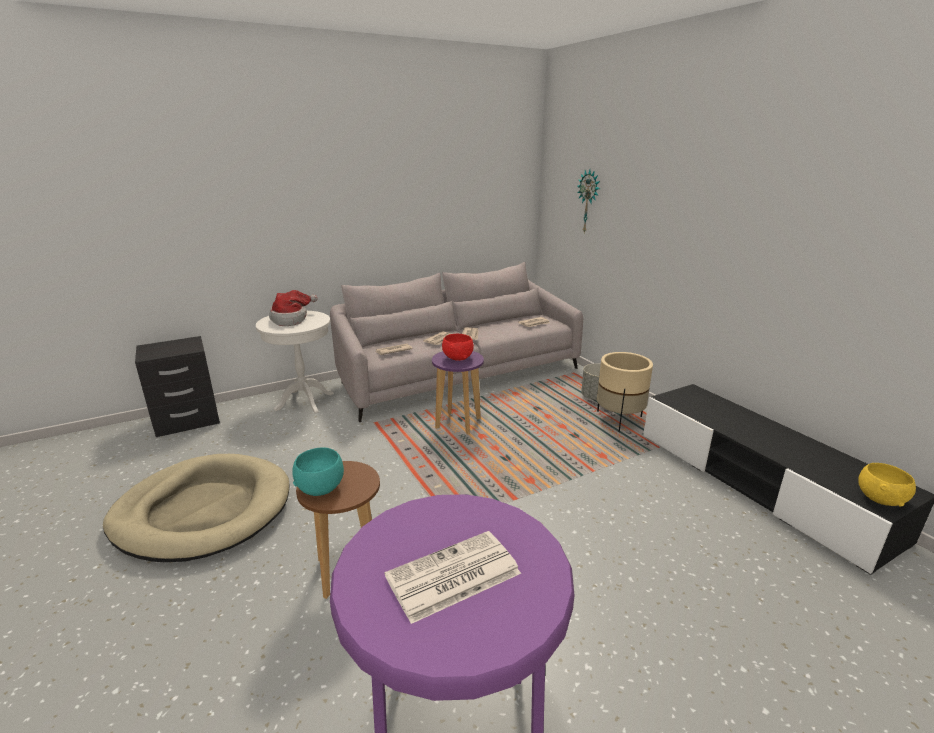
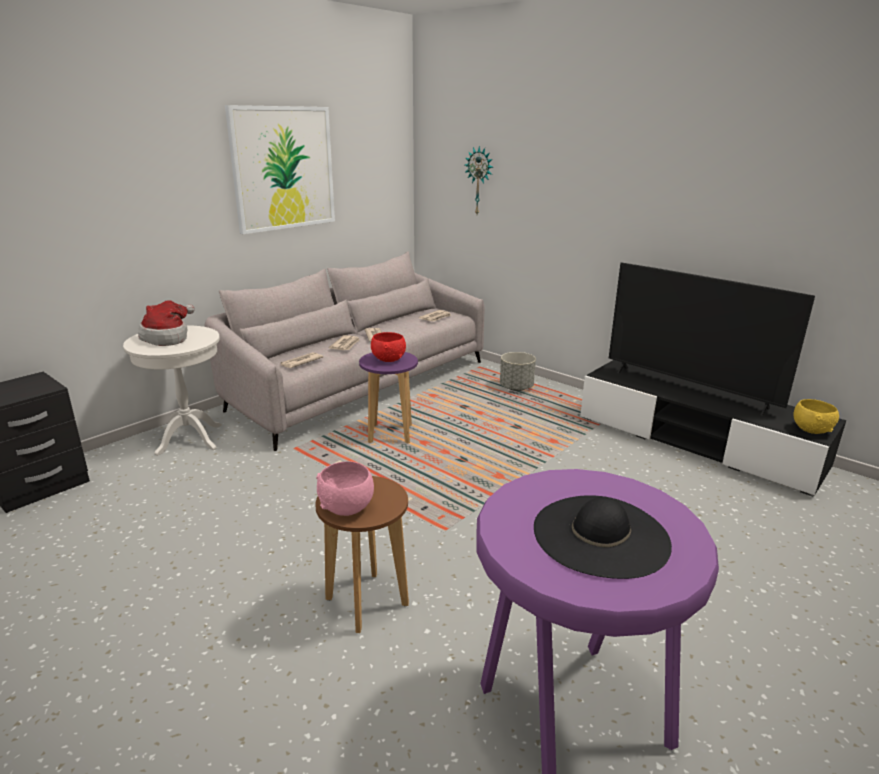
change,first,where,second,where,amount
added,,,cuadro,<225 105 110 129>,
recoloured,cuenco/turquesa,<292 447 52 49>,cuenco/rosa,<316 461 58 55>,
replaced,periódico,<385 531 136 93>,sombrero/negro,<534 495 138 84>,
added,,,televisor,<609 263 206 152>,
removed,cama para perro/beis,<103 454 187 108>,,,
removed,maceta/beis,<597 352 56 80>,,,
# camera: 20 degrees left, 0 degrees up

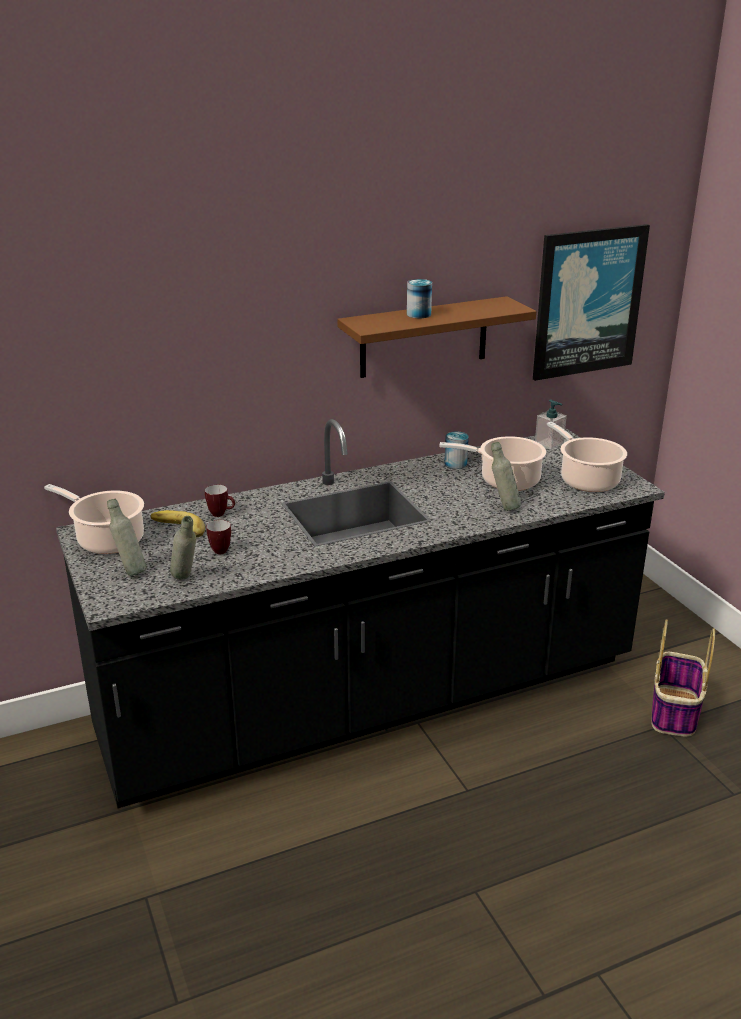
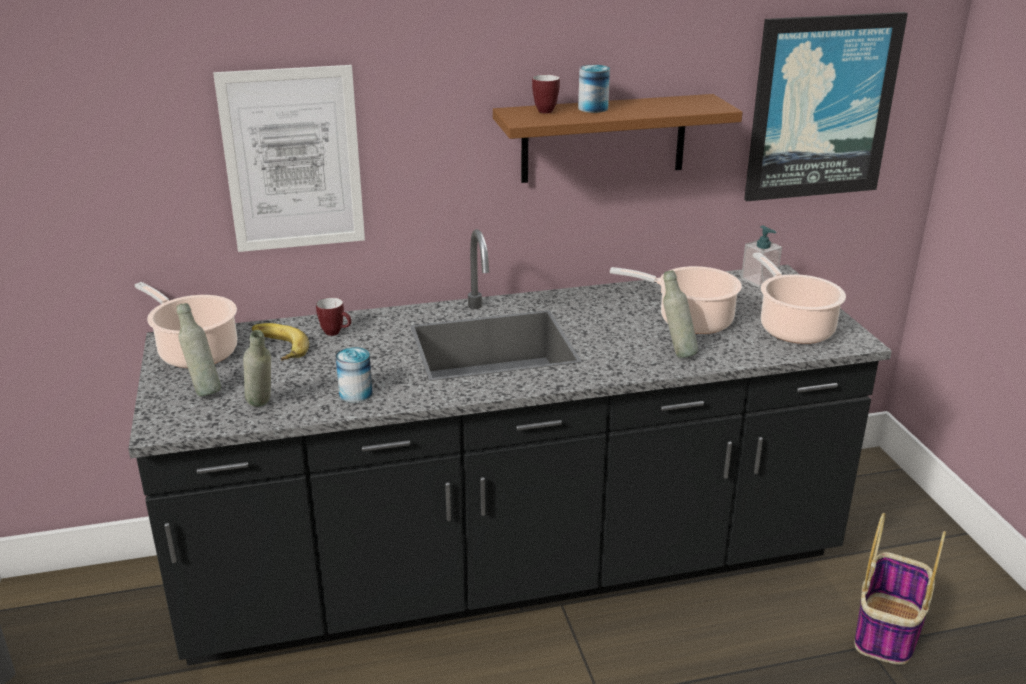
change,first,where,second,where,amount
added,,,cuadro,<213 65 152 187>,
moved,lata,<444 431 25 38>,,<336 347 37 56>,
moved,taza grande,<206 520 25 34>,,<532 75 28 38>,
# camera: 10 degrees right, 0 degrees up

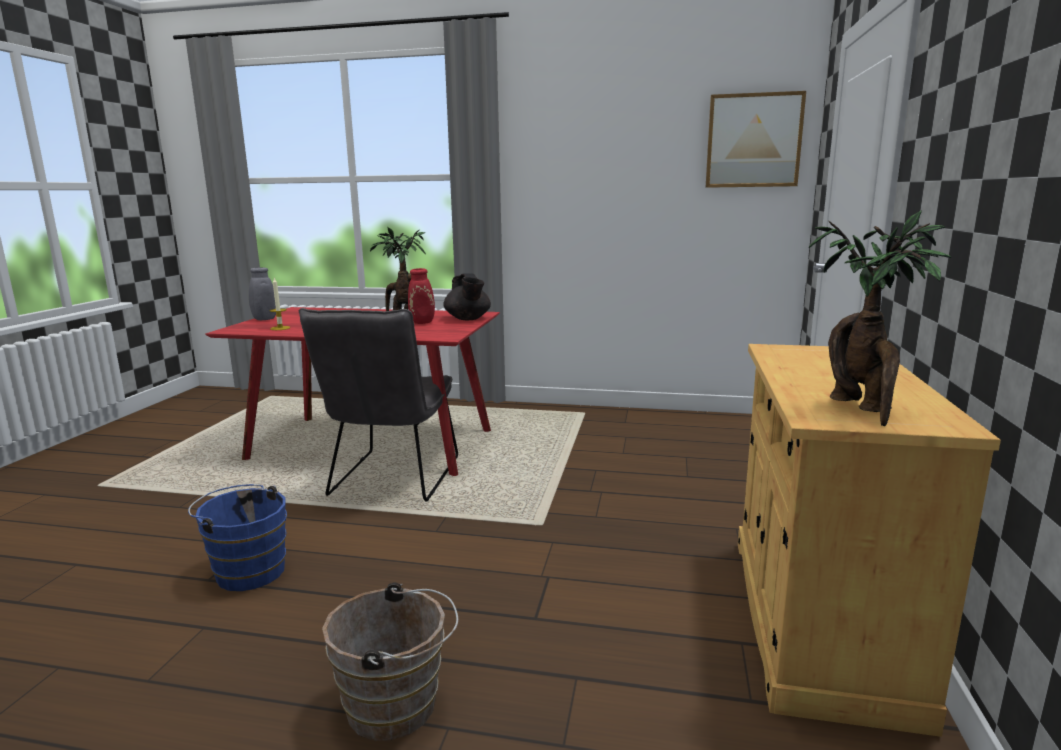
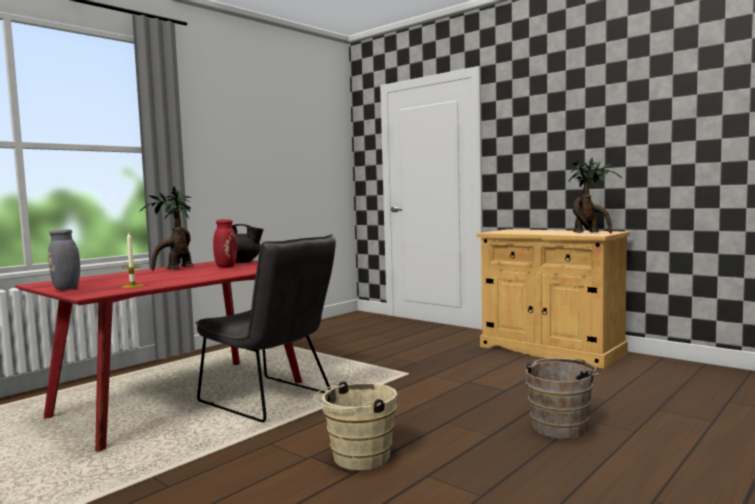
change,first,where,second,where,amount
recoloured,cubo/azul,<188 484 99 107>,cubo/beis,<313 381 84 89>,
removed,cuadro,<705 91 101 97>,,,
# camera: 60 degrees left, 10 degrees down

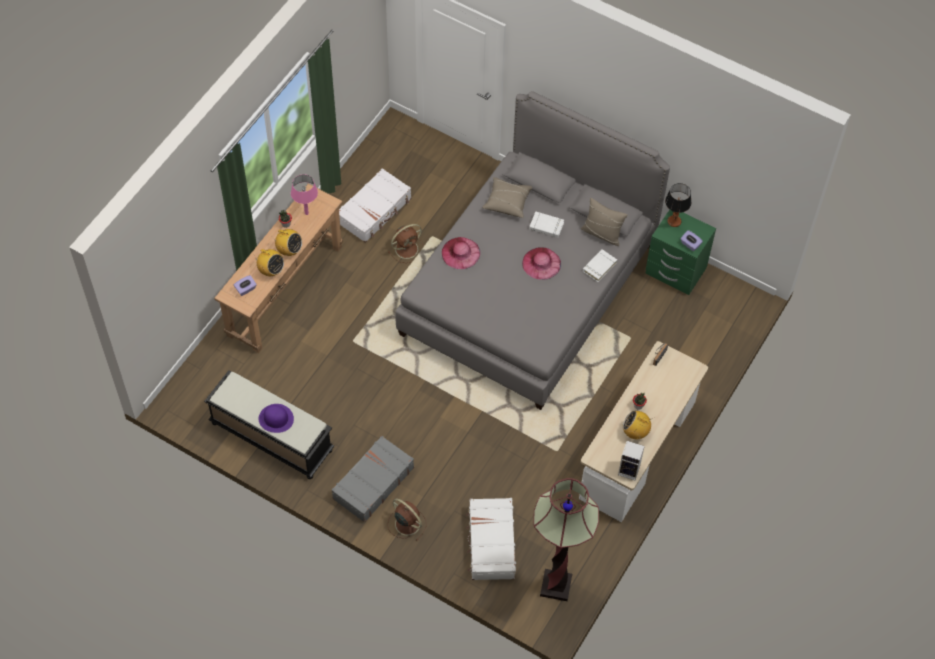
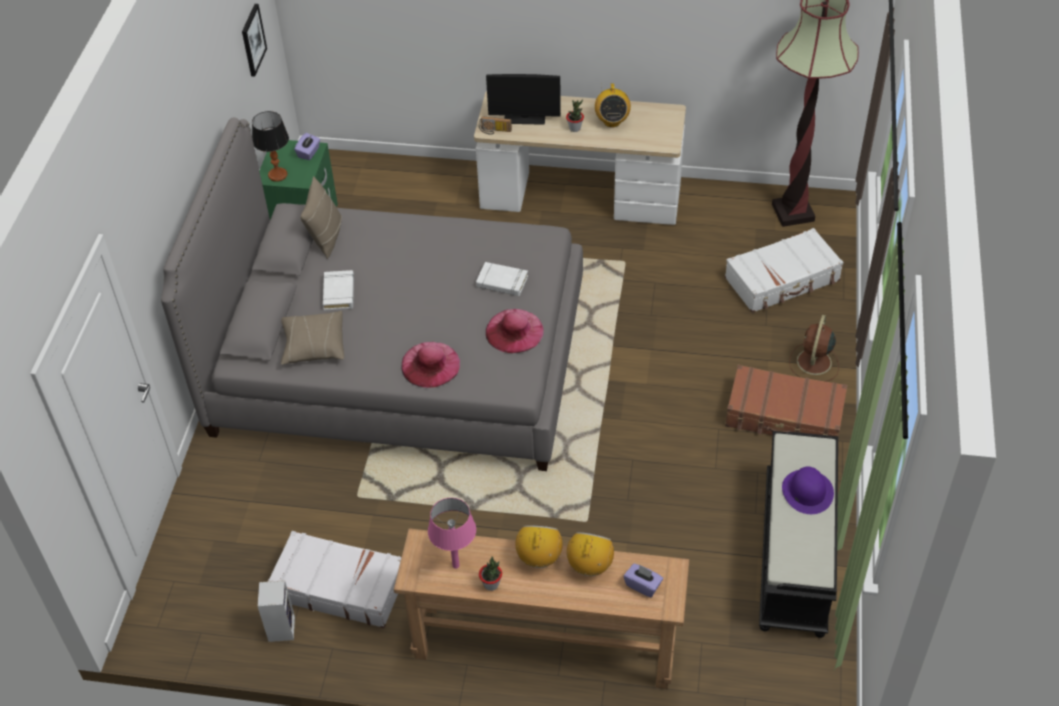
change,first,where,second,where,amount
added,,,cuadro,<242 4 25 73>,
moved,altavoz,<618 441 27 39>,,<258 580 37 62>,
moved,libro/blanco,<583 249 34 33>,,<476 262 52 34>,
added,,,monitor,<486 74 75 51>,
moved,sombrero/rosa,<522 247 39 33>,,<486 309 58 44>,
recoloured,maleta/gris,<332 436 82 86>,maleta/marrón,<725 365 122 71>,
removed,ventilador/marrón,<388 224 36 39>,,,
# camera: 110 degrees left, 10 degrees down

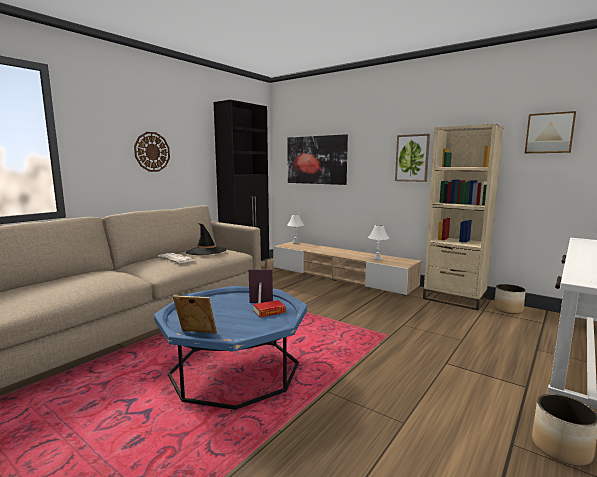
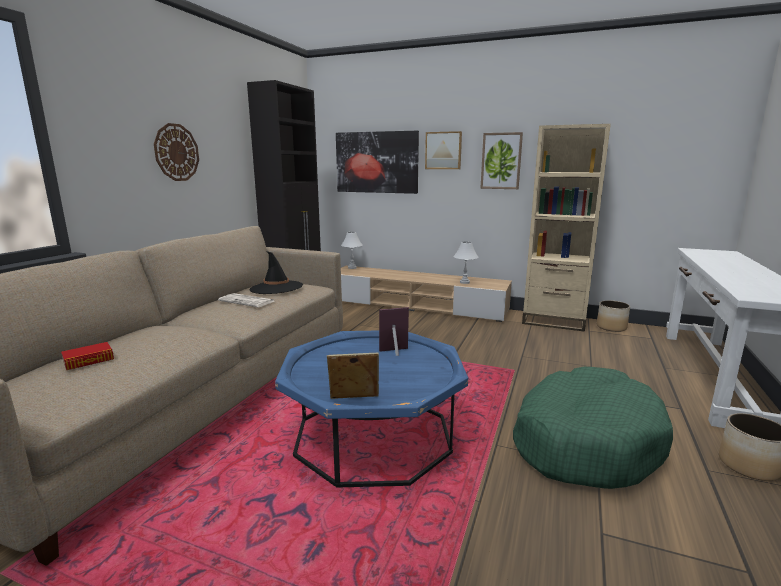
change,first,where,second,where,amount
moved,libro,<253 300 33 17>,,<61 342 53 28>,
moved,cuadro,<525 111 51 42>,,<425 131 37 38>,
added,,,cama para perro/verde,<513 367 160 122>,
# camera: 15 degrees left, 5 degrees up

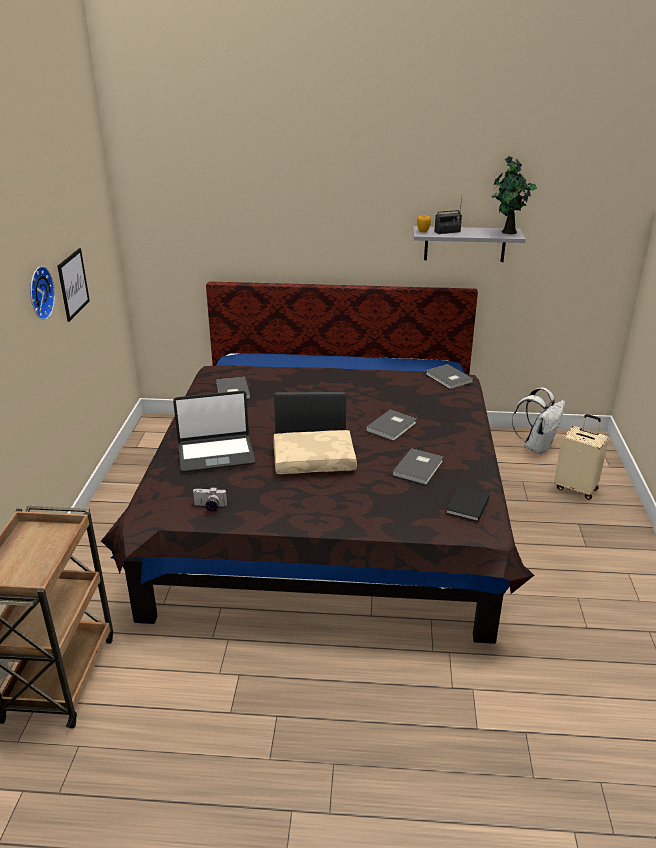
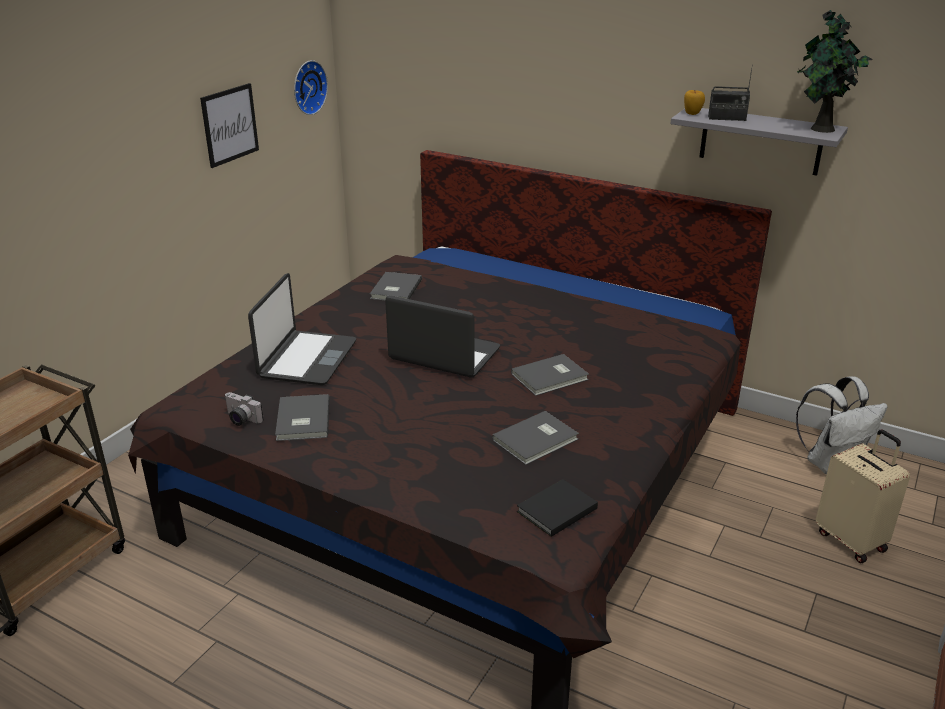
change,first,where,second,where,amount
turned,portátil,<173 391 82 81>,,<248 273 108 112>,90 degrees counterclockwise
moved,libro/gris,<426 364 47 25>,,<275 394 55 47>,
moved,reloj de pared,<30 266 25 54>,,<294 60 34 55>,
removed,cojín/beis,<273 430 84 44>,,,
# camera: 25 degrees right, 0 degrees up

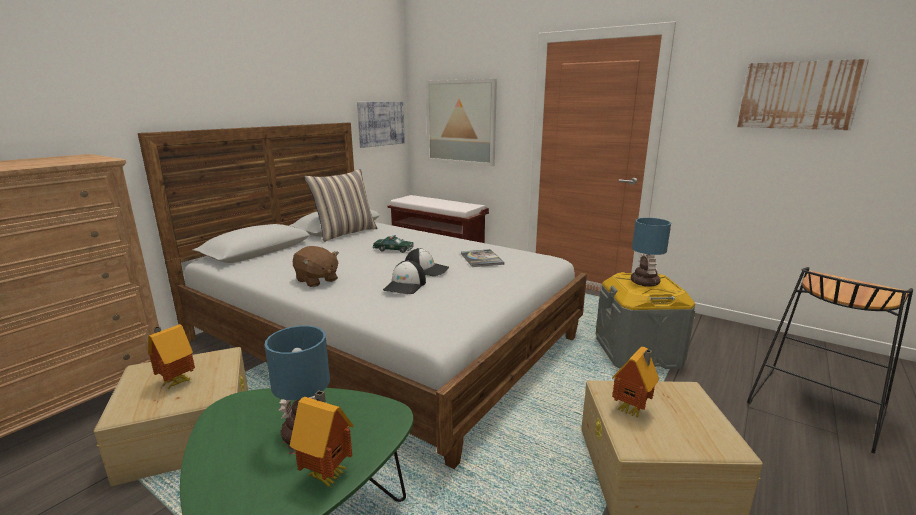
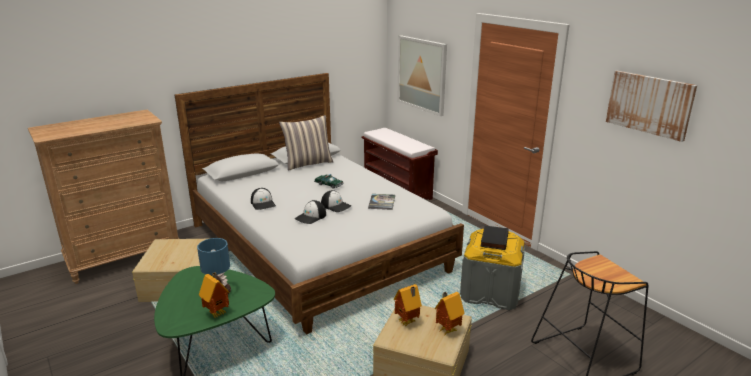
change,first,where,second,where,amount
replaced,peluche/marrón,<293 246 46 41>,gorra,<251 188 25 22>,
moved,casita,<148 324 47 66>,,<435 292 30 43>,
replaced,lámpara de mesa,<631 218 40 69>,libro/negro,<480 225 29 25>,
removed,cuadro,<357 102 48 46>,,,
# camera: 20 degrees right, 5 degrees up

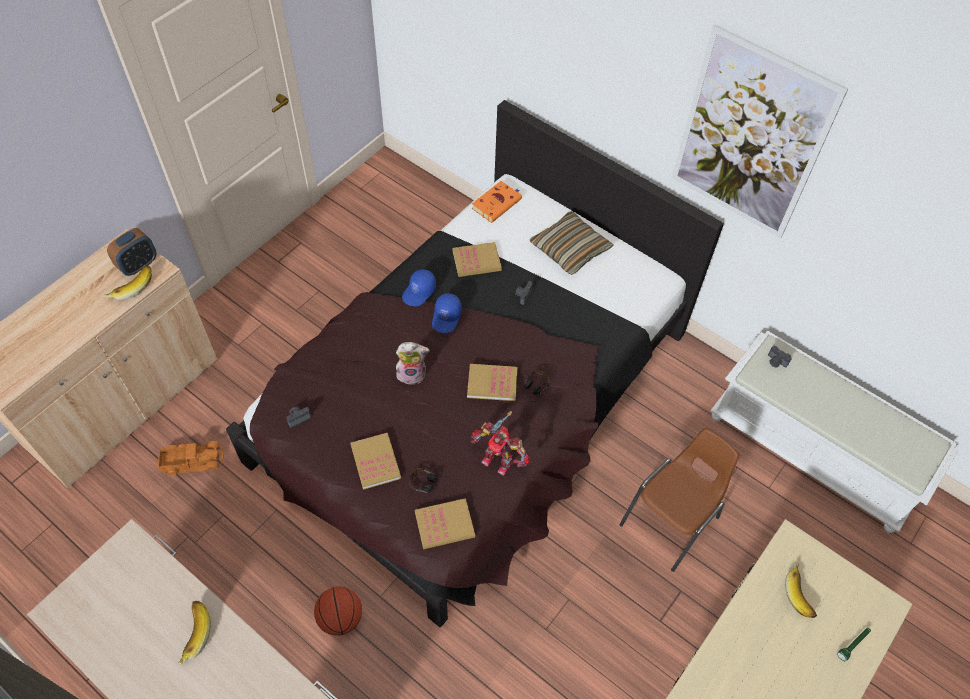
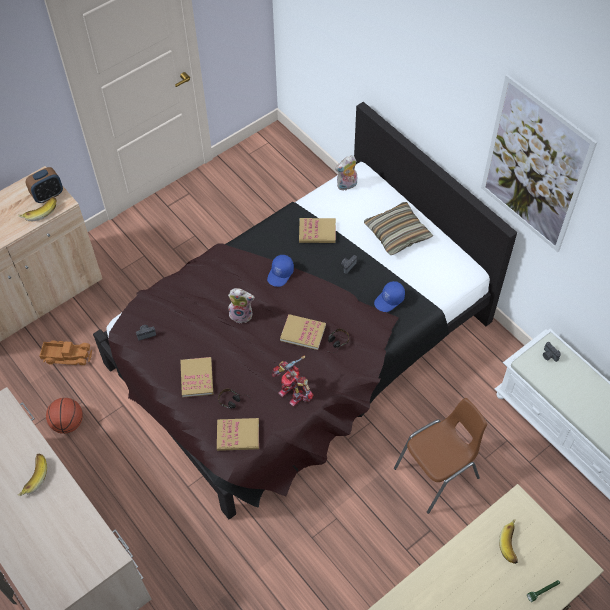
change,first,where,second,where,amount
moved,balón de baloncesto,<314 587 48 49>,,<46 398 37 36>,
replaced,libro/naranja,<472 181 50 42>,peluche,<335 155 22 36>,
moved,gorra/azul,<402 269 34 37>,,<374 281 31 31>,
# camera: 15 degrees right, 0 degrees up

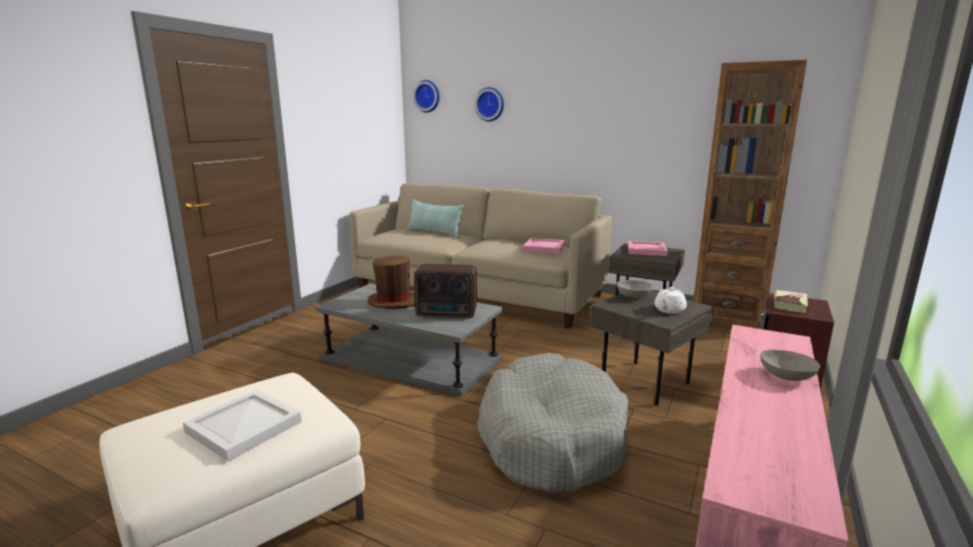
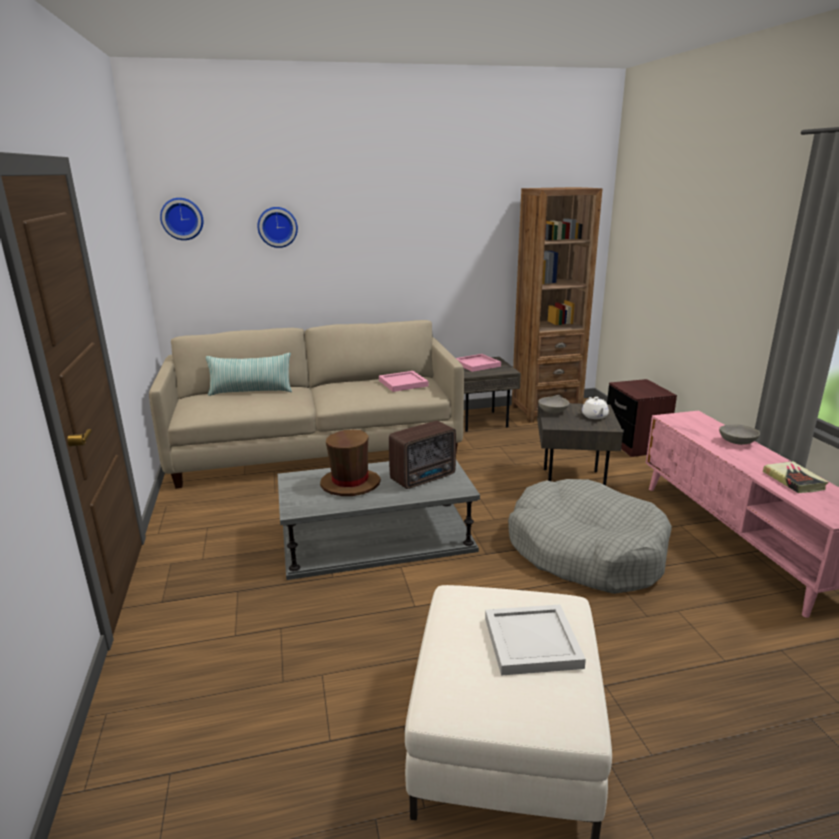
change,first,where,second,where,amount
moved,libro,<774 290 34 23>,,<763 461 65 32>,
# camera: 40 degrees left, 5 degrees up

